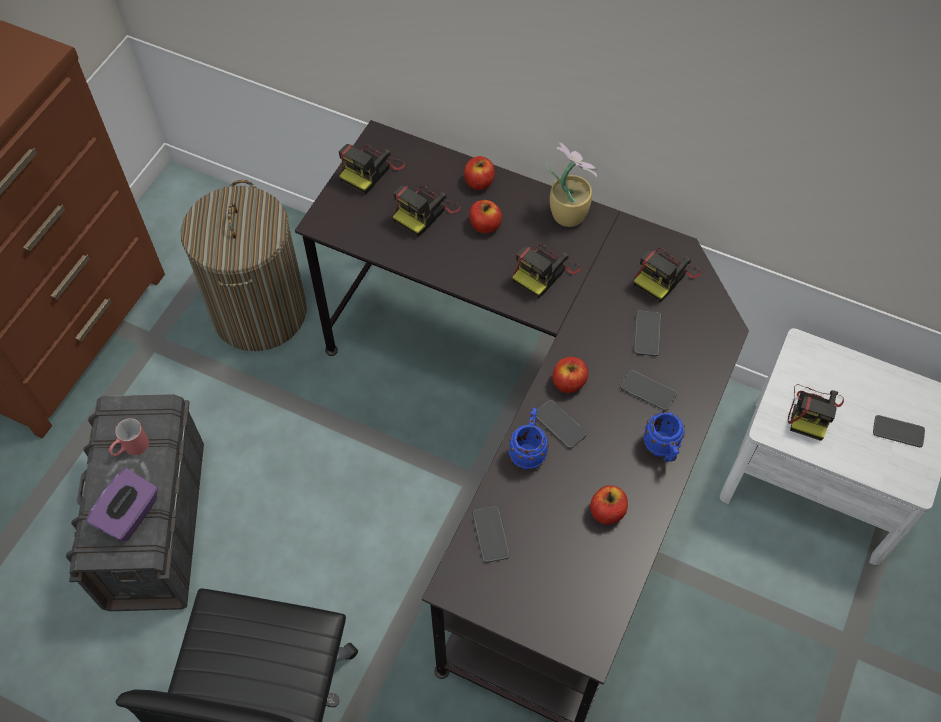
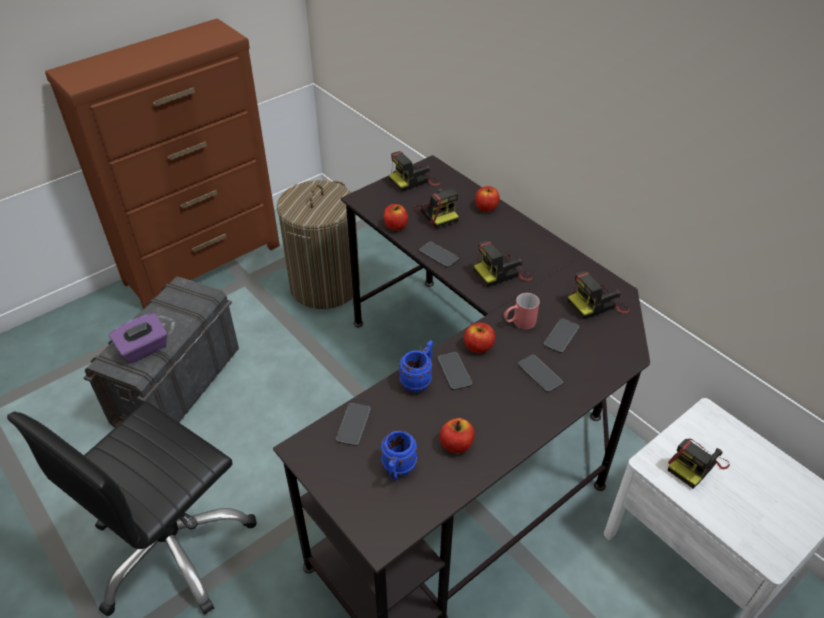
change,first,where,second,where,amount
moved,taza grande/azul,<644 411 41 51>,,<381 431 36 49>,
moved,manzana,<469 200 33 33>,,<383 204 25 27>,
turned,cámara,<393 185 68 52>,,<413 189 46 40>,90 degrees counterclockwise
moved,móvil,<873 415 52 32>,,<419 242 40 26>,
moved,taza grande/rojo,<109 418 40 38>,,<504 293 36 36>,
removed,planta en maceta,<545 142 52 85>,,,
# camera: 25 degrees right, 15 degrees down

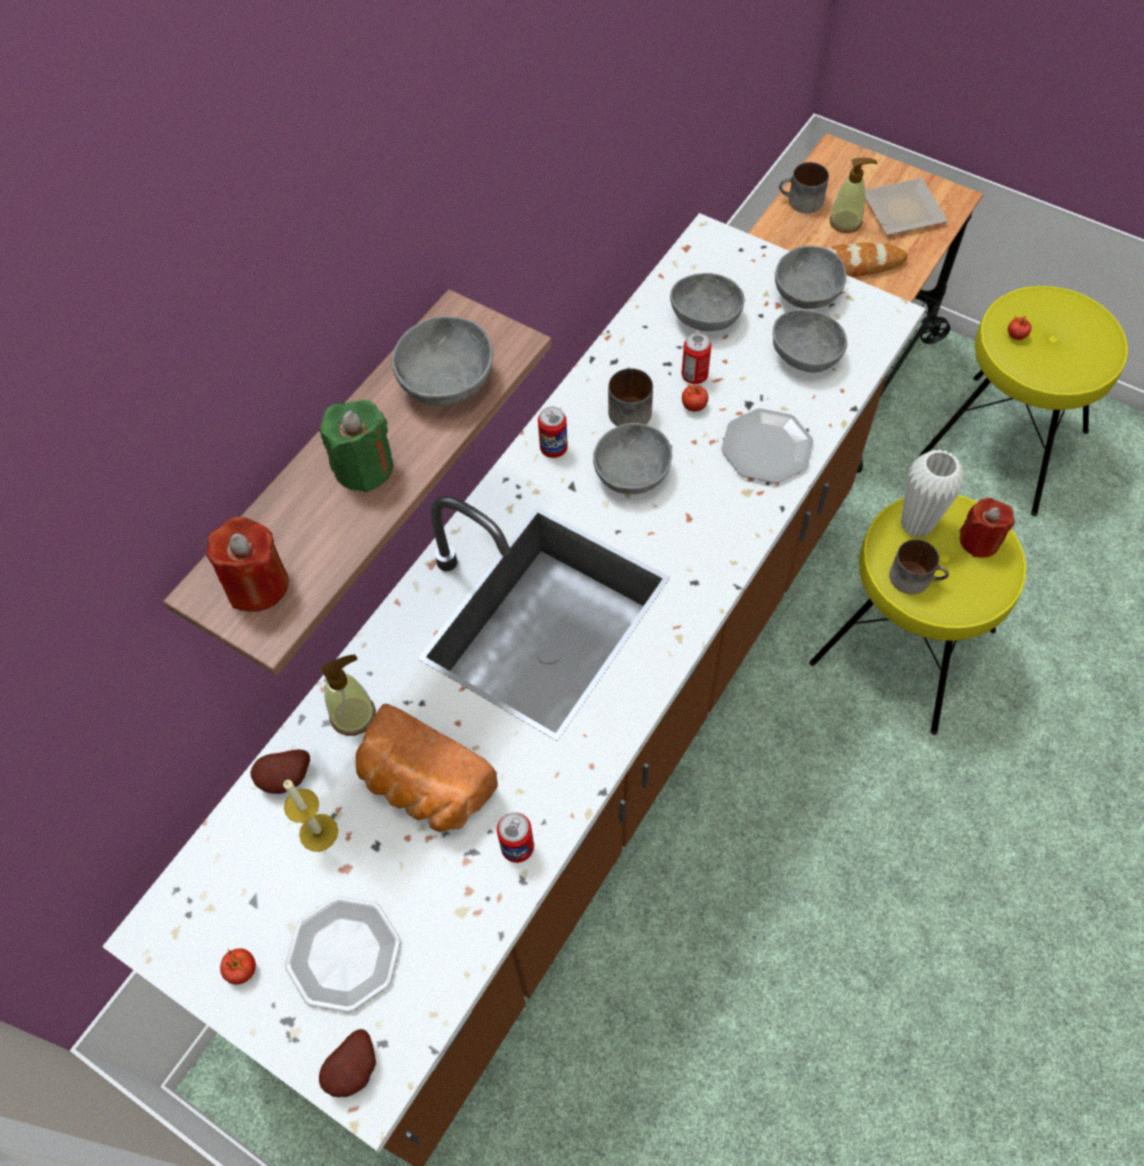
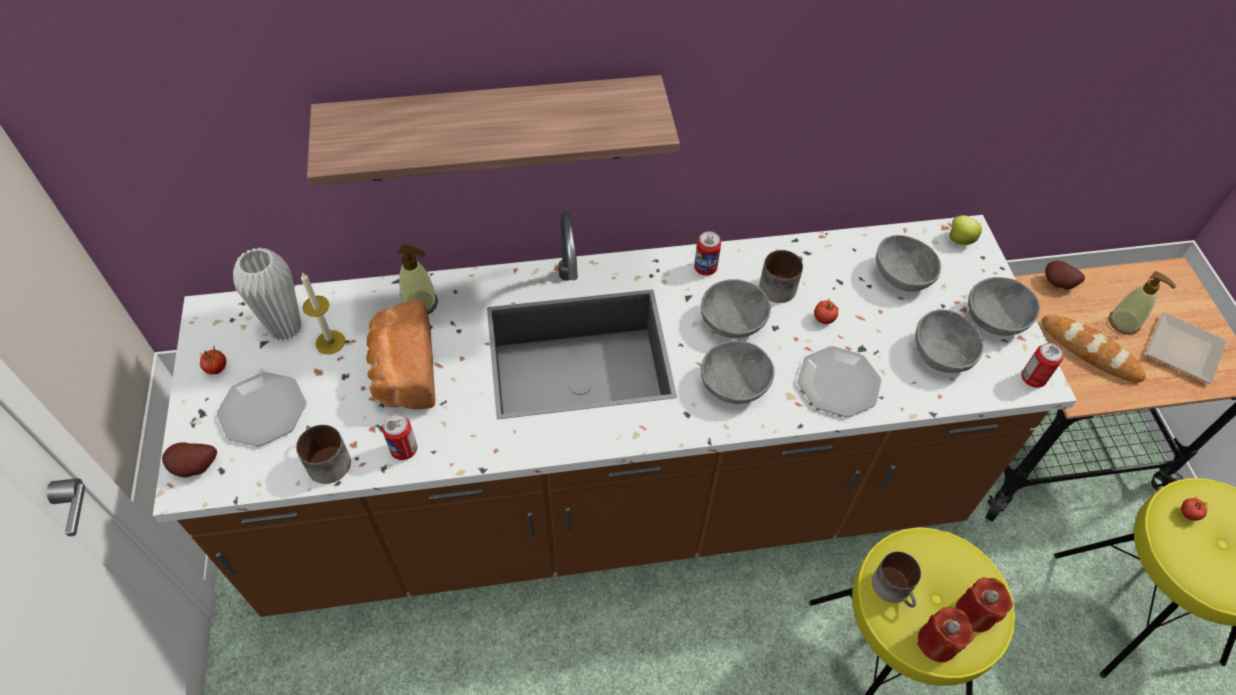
change,first,where,second,where,amount
moved,florero/blanco,<901 450 63 88>,,<233 247 69 94>,
moved,taza grande,<779 162 50 51>,,<296 425 55 59>,
moved,cuenco/gris,<392 316 101 90>,,<701 340 73 64>,
moved,vela/rojo,<206 517 83 95>,,<917 607 57 55>,
added,,,manzana,<948 215 34 30>,
moved,lata,<681 333 30 51>,,<1021 343 42 45>,
moved,patata,<251 749 59 45>,,<1045 261 40 29>,
removed,vela/verde,<319 400 74 93>,,,
# camera: 45 degrees right, 5 degrees down

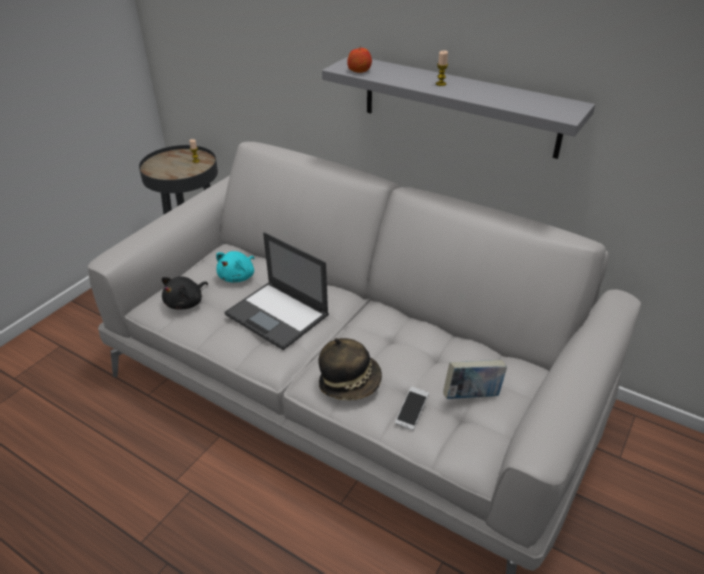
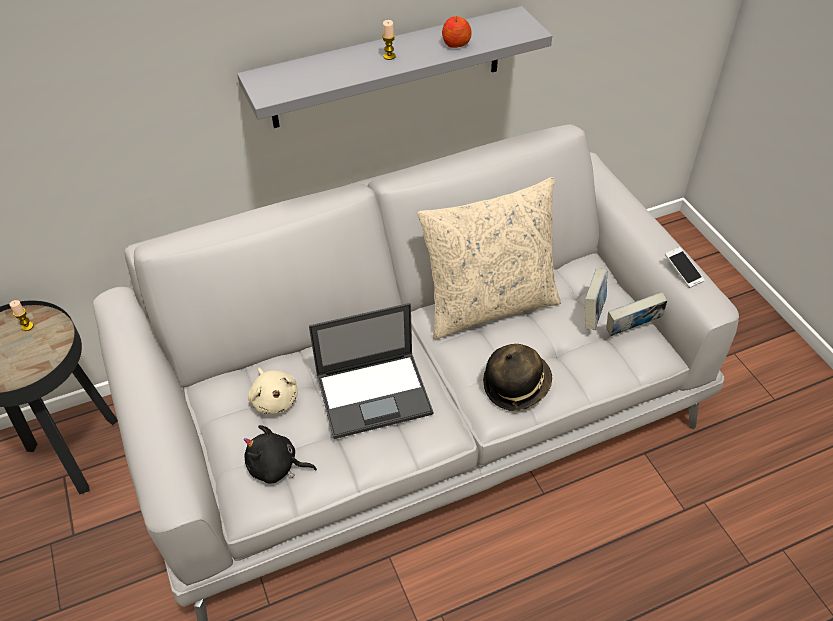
change,first,where,second,where,amount
turned,peluche/negro,<162 276 46 34>,,<244 425 73 59>,120 degrees clockwise
recoloured,peluche/turquesa,<216 251 38 31>,peluche/beis,<248 368 50 47>,
added,,,cojín/beis,<418 177 143 162>,
moved,manzana,<347 48 25 25>,,<442 16 30 32>,
added,,,libro,<606 292 61 44>,
moved,móvil,<395 386 34 44>,,<665 247 39 41>,
# camera: 55 degrees left, 10 degrees up

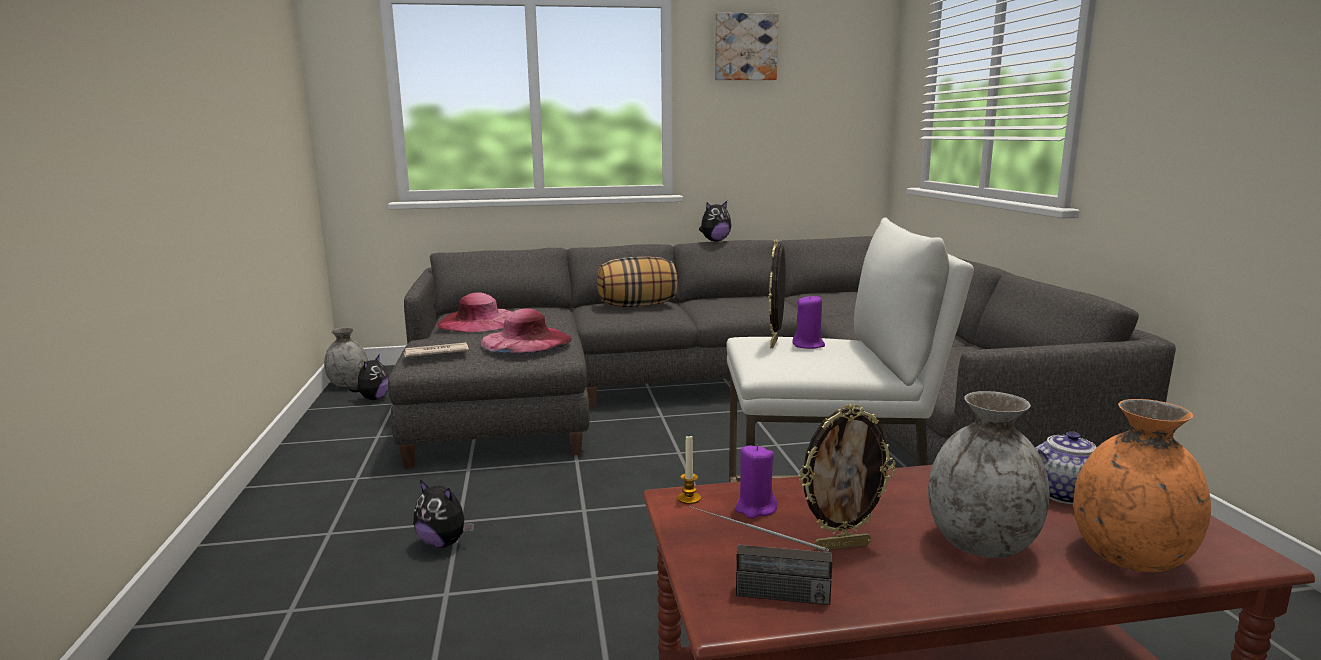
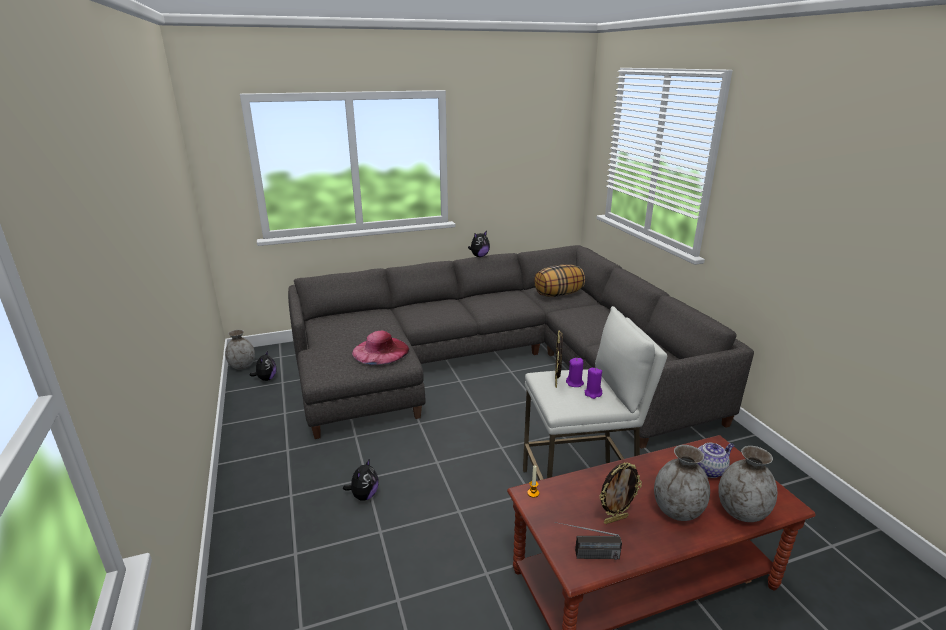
change,first,where,second,where,amount
turned,peluche,<413 480 61 68>,,<343 458 36 43>,90 degrees counterclockwise
moved,cojín,<597 257 81 50>,,<534 264 51 33>,
moved,vela/morado,<735 445 42 74>,,<585 368 17 31>,
recoloured,florero/naranja,<1074 399 137 173>,florero/gris,<718 446 59 76>,
removed,periódico,<404 342 65 16>,,,
removed,sombrero/rosa,<436 292 76 40>,,,
removed,cuadro,<715 13 63 67>,,,
# camera: 10 degrees left, 10 degrees up

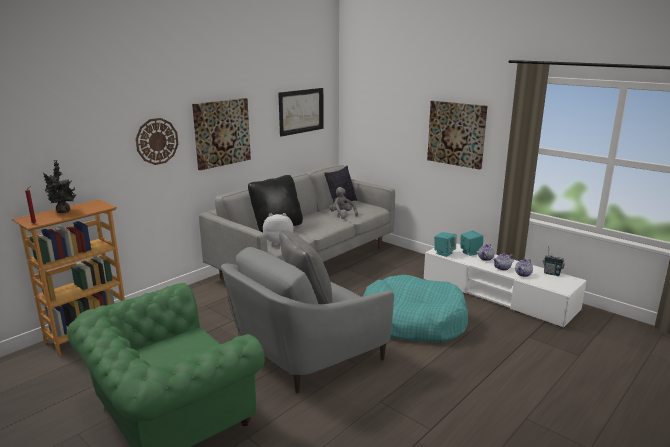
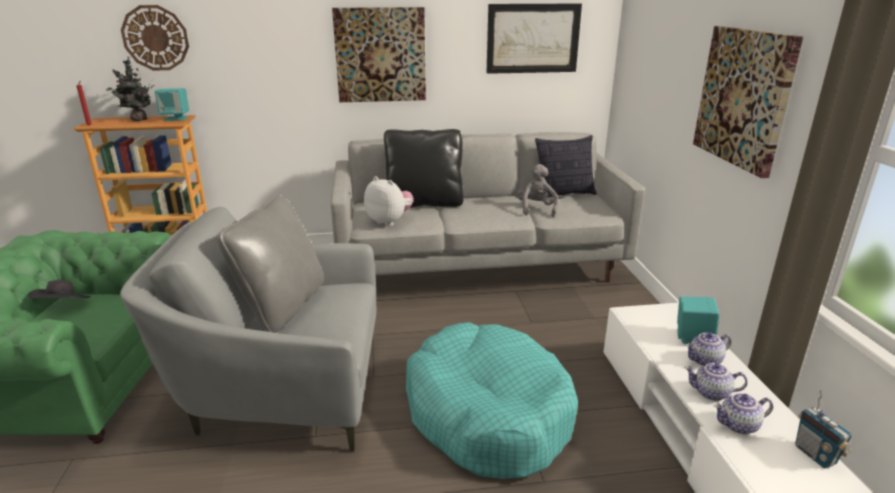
change,first,where,second,where,amount
added,,,sombrero/negro,<28 280 62 19>,
moved,reloj de pared,<136 118 42 47>,,<121 5 68 66>,
moved,altavoz/turquesa,<434 232 22 25>,,<155 88 34 33>,
# camera: 40 degrees right, 5 degrees up

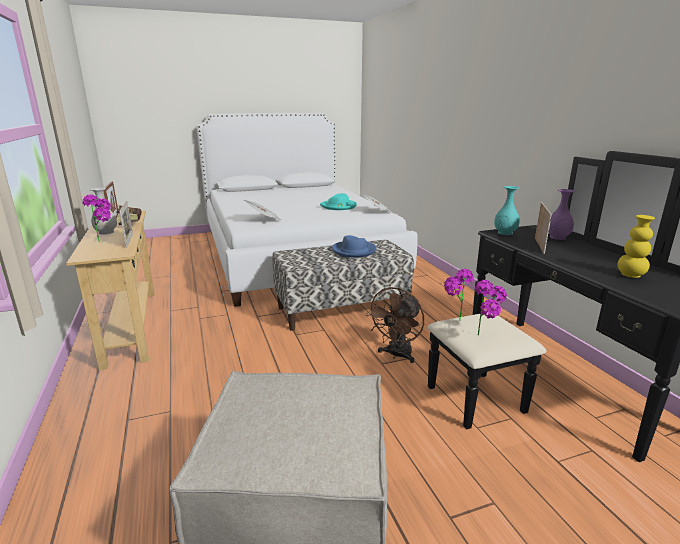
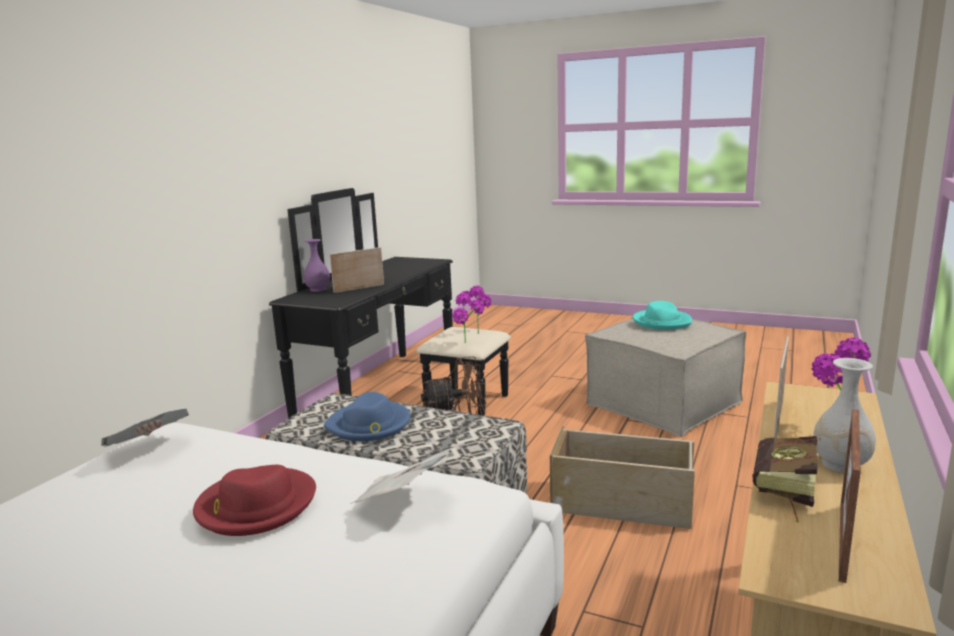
change,first,where,second,where,amount
added,,,sombrero/rojo,<193 465 123 71>,
added,,,caja de almacenaje/beis,<550 426 145 103>,
moved,sombrero/turquesa,<320 193 37 17>,,<633 301 59 29>,
removed,florero/turquesa,<494 186 26 49>,,,
removed,florero/amarillo,<618 215 37 63>,,,
# camera: 135 degrees left, 5 degrees down

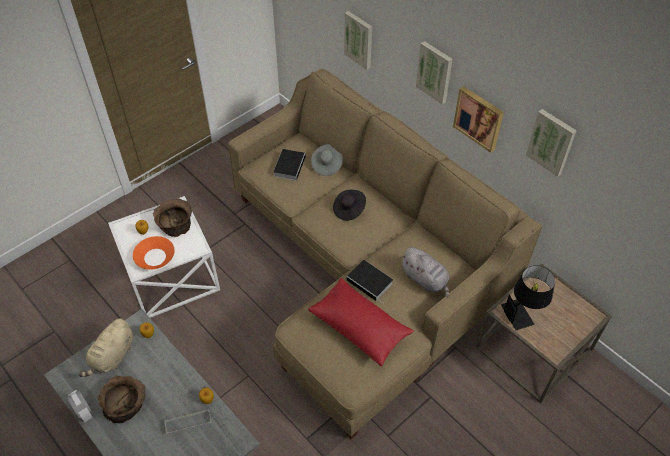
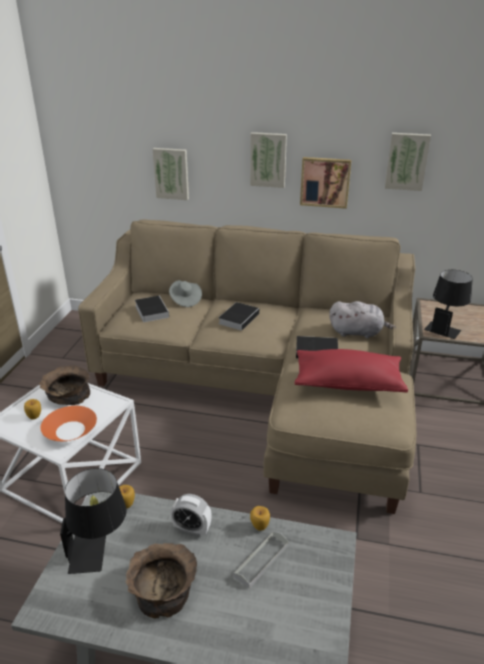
change,first,where,second,where,amount
replaced,peluche/beis,<78 319 55 58>,lámpara de mesa/negro,<60 468 67 106>,
moved,despertador,<67 390 26 33>,,<170 494 42 42>,
replaced,sombrero/negro,<333 190 33 31>,libro,<218 302 43 29>,
# camera: 35 degrees left, 20 degrees down

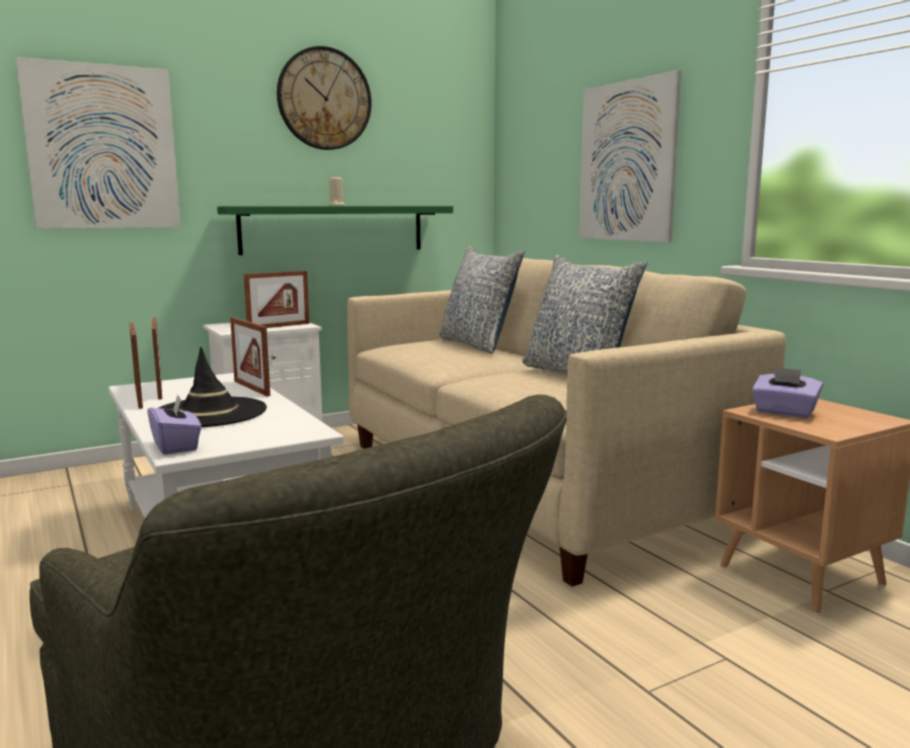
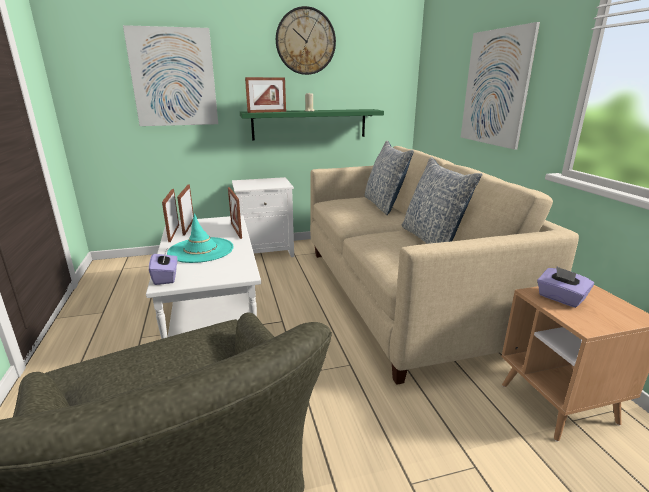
change,first,where,second,where,amount
recoloured,sombrero/negro,<159 347 108 80>,sombrero/turquesa,<167 213 67 50>,
moved,portarretratos,<244 271 65 57>,,<245 77 41 36>,
# camera: 15 degrees right, 10 degrees up

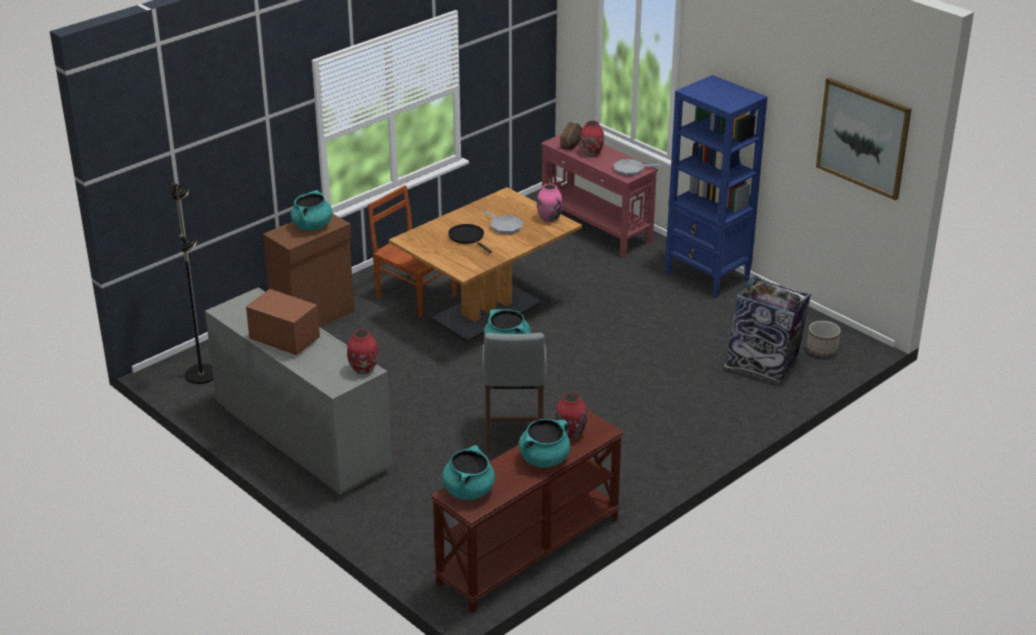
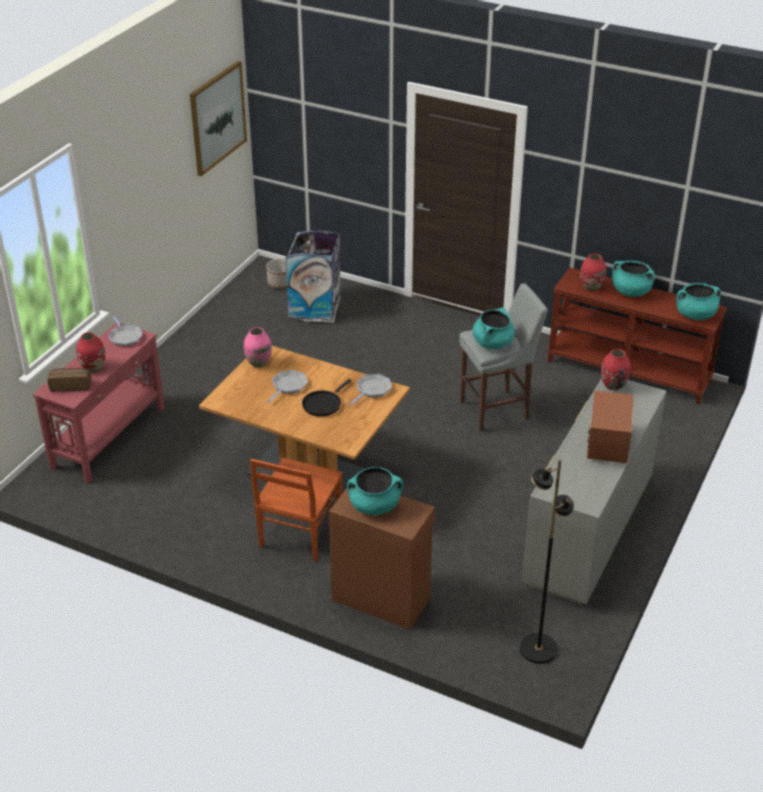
change,first,where,second,where,amount
added,,,sartén,<350 374 42 31>,
removed,estantería/azul,<665 75 103 223>,,,
# camera: 110 degrees left, 5 degrees up

